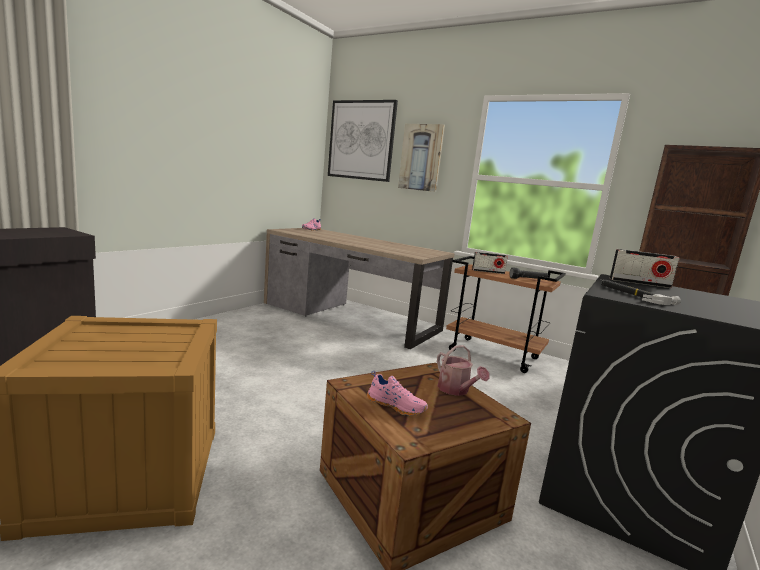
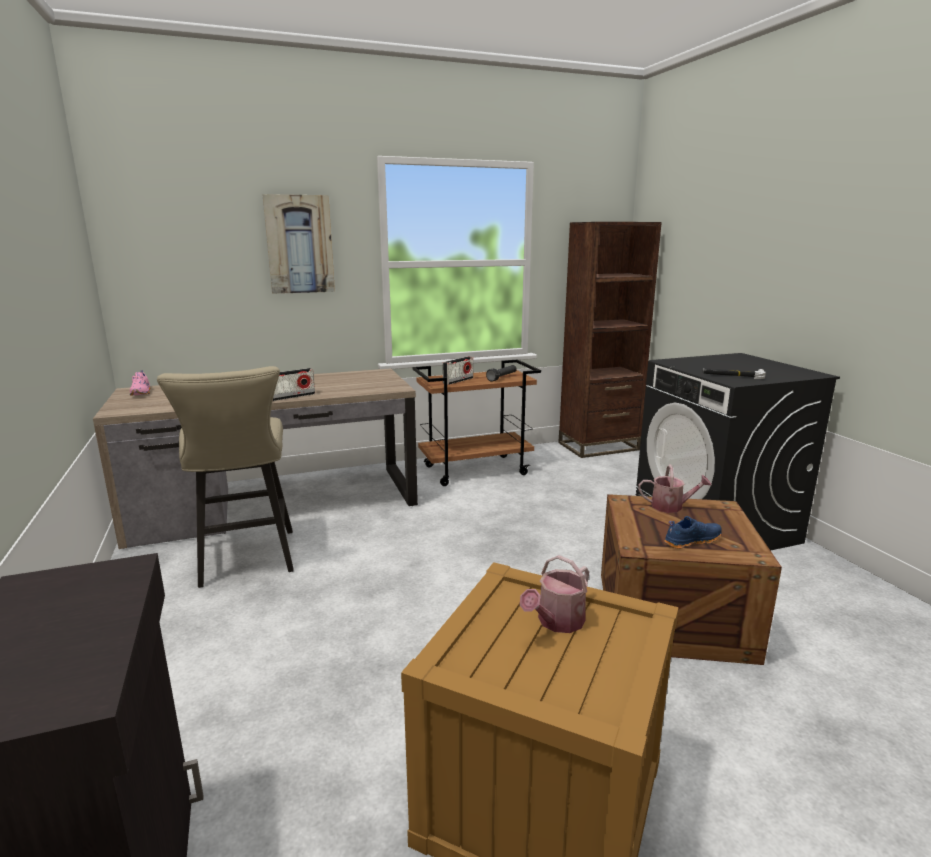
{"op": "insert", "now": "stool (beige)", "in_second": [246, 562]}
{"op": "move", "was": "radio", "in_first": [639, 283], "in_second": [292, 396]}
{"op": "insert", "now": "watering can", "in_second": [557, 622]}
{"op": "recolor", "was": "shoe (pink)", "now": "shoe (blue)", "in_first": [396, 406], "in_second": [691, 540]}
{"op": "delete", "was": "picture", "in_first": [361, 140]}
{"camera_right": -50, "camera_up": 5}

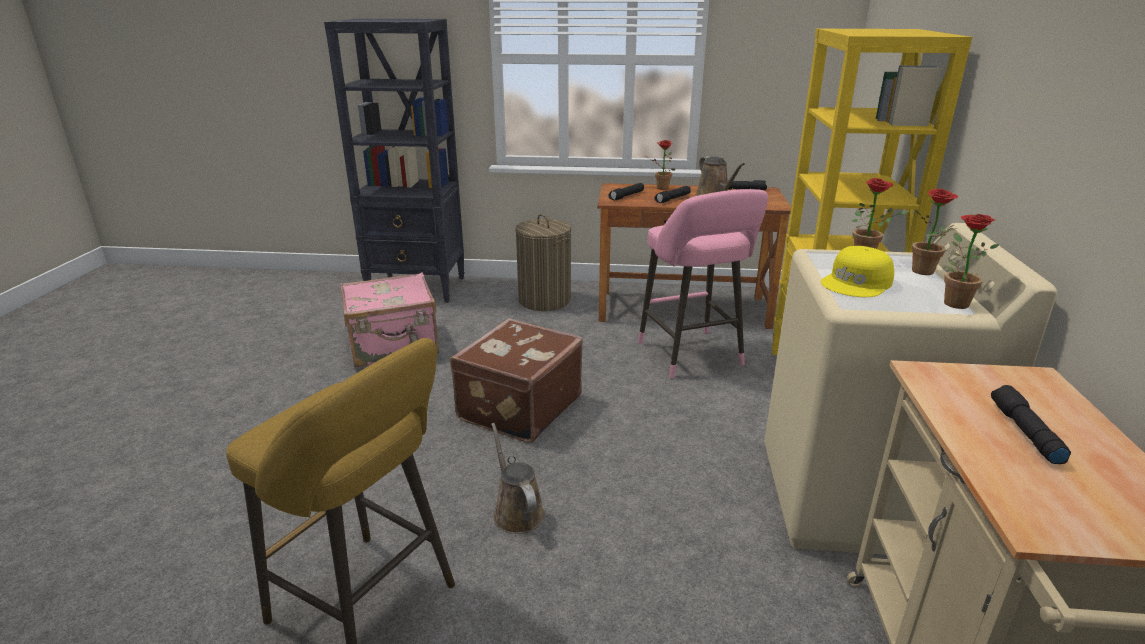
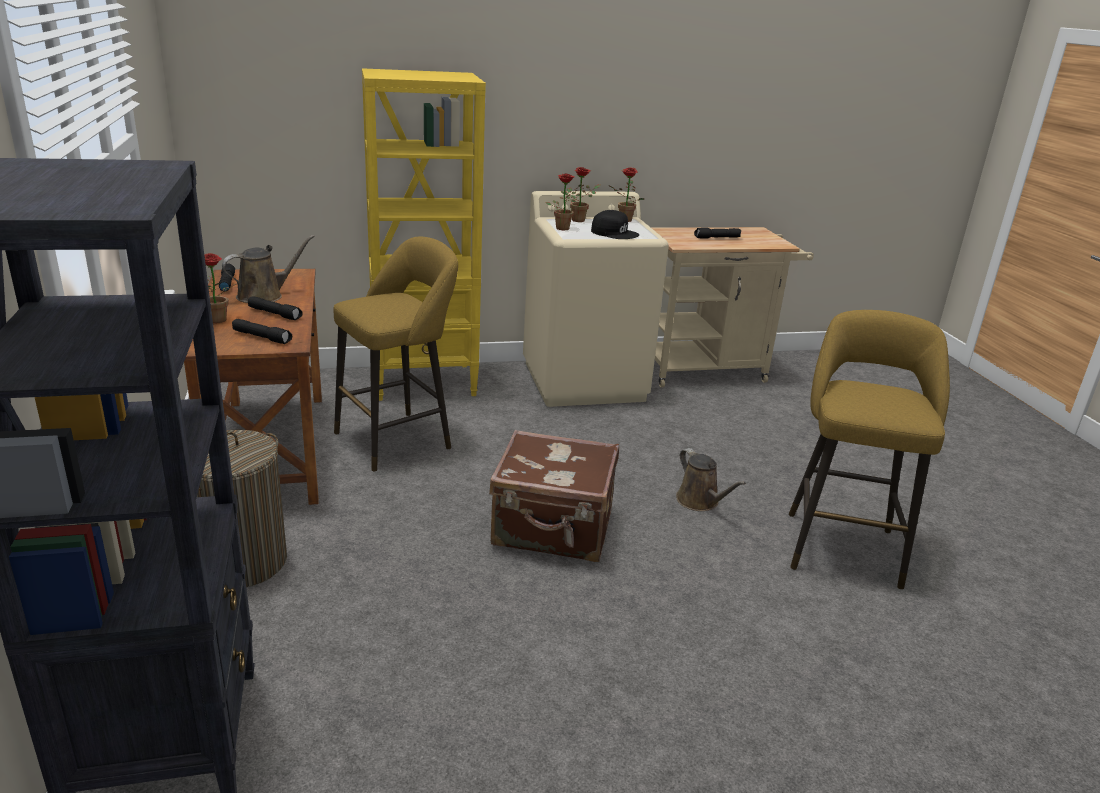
{"op": "recolor", "was": "stool (pink)", "now": "stool (yellow)", "in_first": [692, 356], "in_second": [399, 439]}
{"op": "recolor", "was": "cap (yellow)", "now": "cap (black)", "in_first": [857, 283], "in_second": [614, 233]}
{"op": "rotate", "was": "watering can (brown)", "in_first": [516, 512], "in_second": [700, 502], "clockwise": -75}
{"op": "delete", "was": "suitcase (pink)", "in_first": [394, 346]}
{"camera_right": -110, "camera_up": 0}

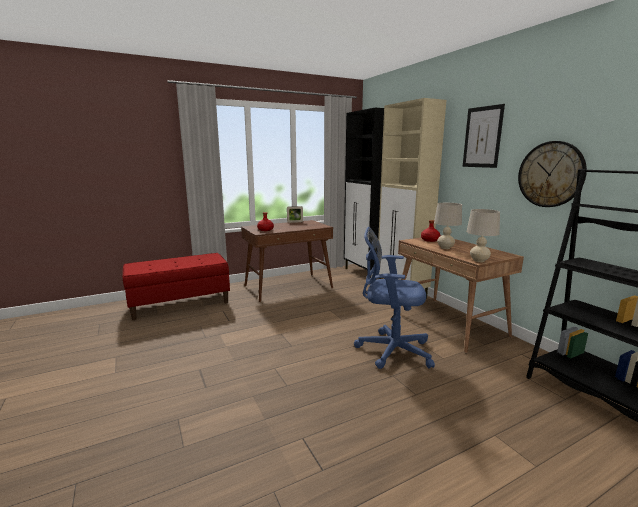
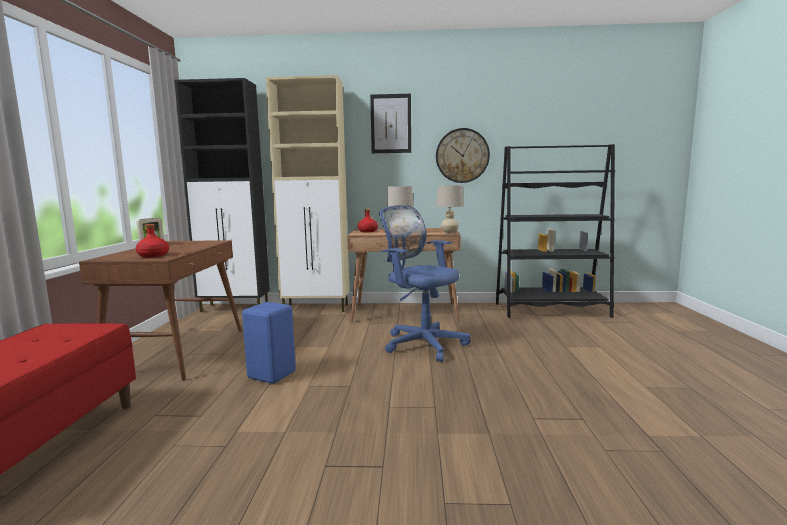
{"op": "insert", "now": "stool (blue)", "in_second": [272, 375]}
{"op": "rotate", "was": "office chair (blue)", "in_first": [390, 350], "in_second": [422, 343], "clockwise": 90}
{"camera_right": -60, "camera_up": -5}

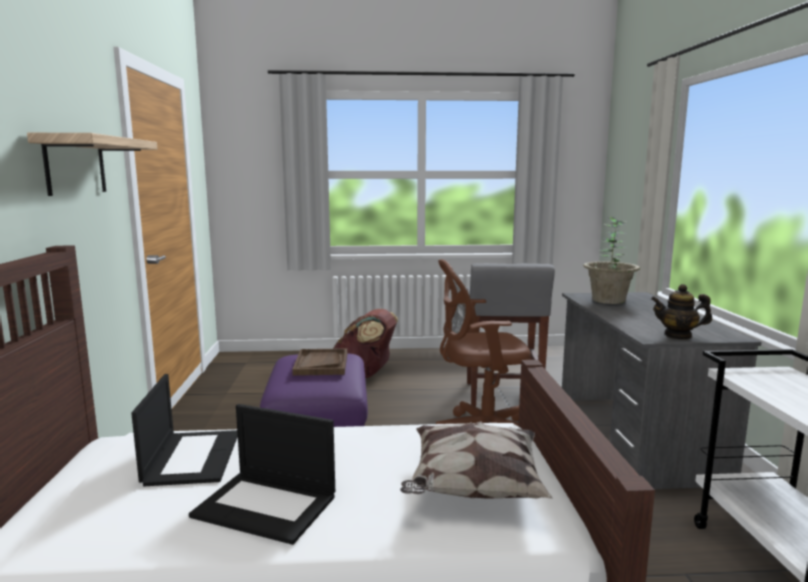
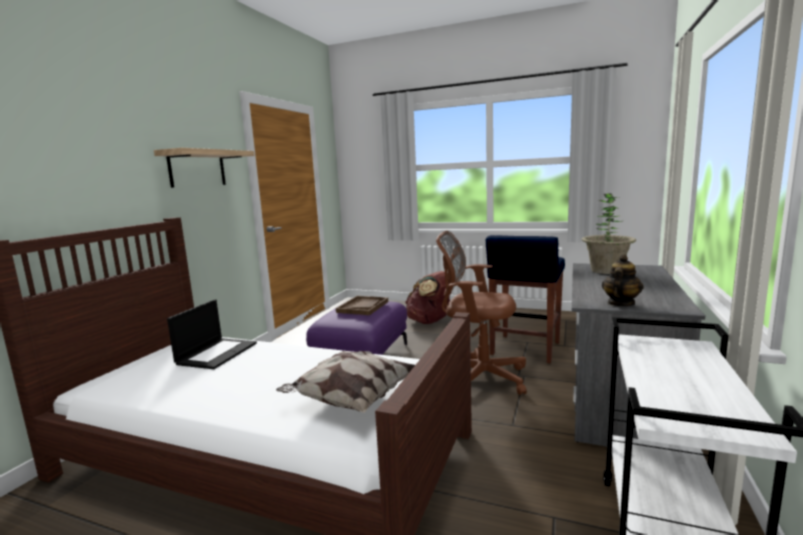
{"op": "recolor", "was": "stool (grey)", "now": "stool (blue)", "in_first": [502, 396], "in_second": [524, 349]}
{"op": "rotate", "was": "teapot", "in_first": [678, 336], "in_second": [620, 303], "clockwise": 90}
{"op": "delete", "was": "laptop", "in_first": [267, 506]}
{"camera_right": 25, "camera_up": 0}

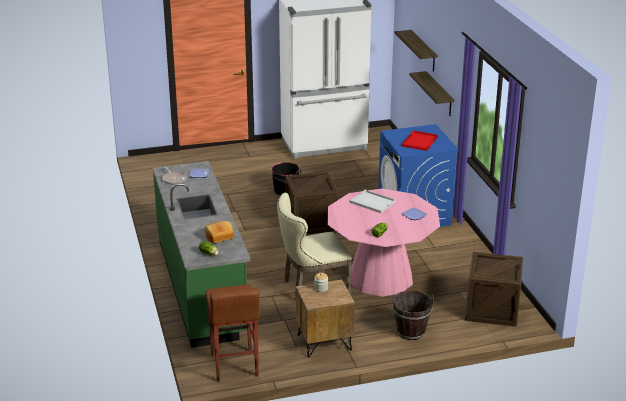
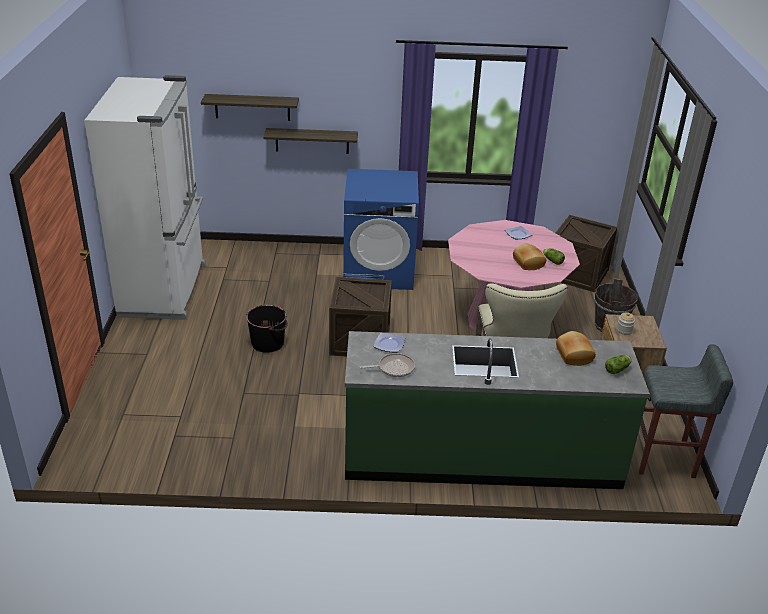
{"op": "insert", "now": "bread", "in_second": [527, 263]}
{"op": "recolor", "was": "stool (brown)", "now": "stool (grey)", "in_first": [233, 366], "in_second": [663, 459]}
{"op": "delete", "was": "tray (white)", "in_first": [373, 202]}
{"op": "delete", "was": "tray (red)", "in_first": [420, 142]}
{"camera_right": -75, "camera_up": 5}

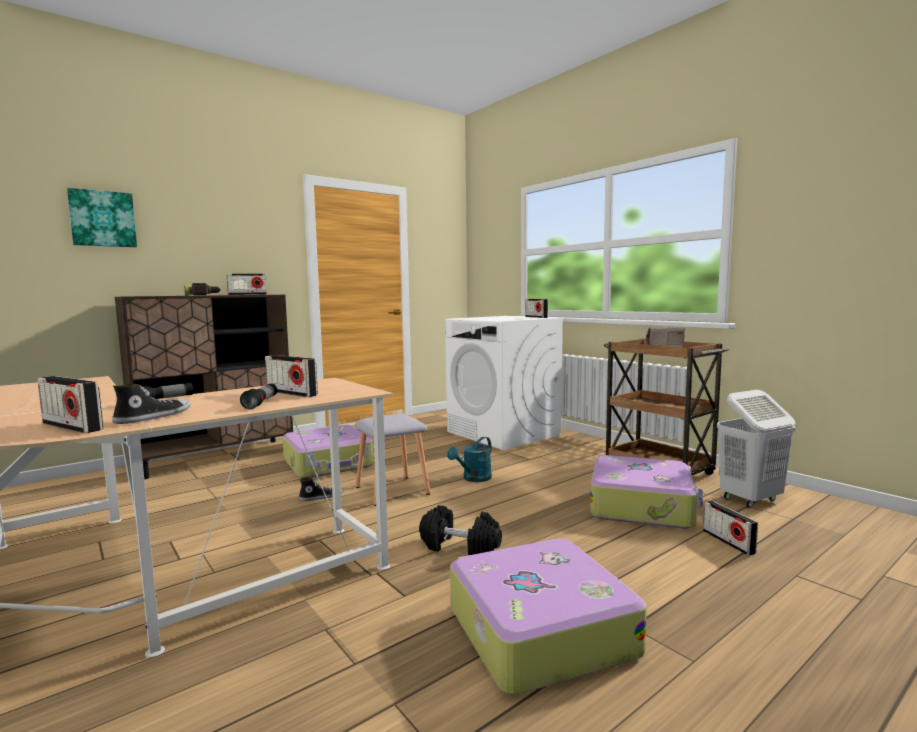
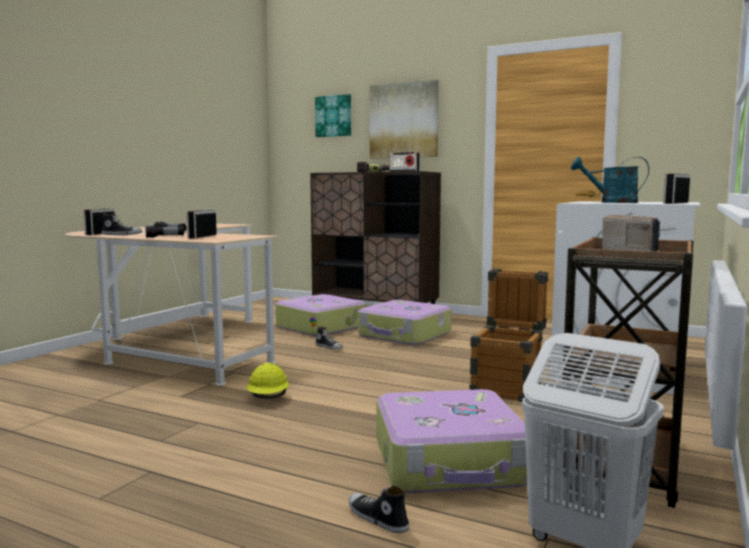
{"op": "replace", "was": "dumbbell (black)", "now": "hard hat (yellow)", "in_first": [460, 547], "in_second": [268, 398]}
{"op": "move", "was": "suitcase", "in_first": [538, 630], "in_second": [321, 326]}
{"op": "replace", "was": "radio", "now": "shoe", "in_first": [728, 542], "in_second": [377, 518]}
{"op": "insert", "now": "picture", "in_second": [404, 120]}
{"op": "insert", "now": "crate", "in_second": [508, 387]}
{"op": "move", "was": "watering can (turquoise)", "in_first": [474, 479], "in_second": [611, 202]}
{"op": "delete", "was": "stool (grey)", "in_first": [393, 490]}
{"camera_right": 65, "camera_up": 0}

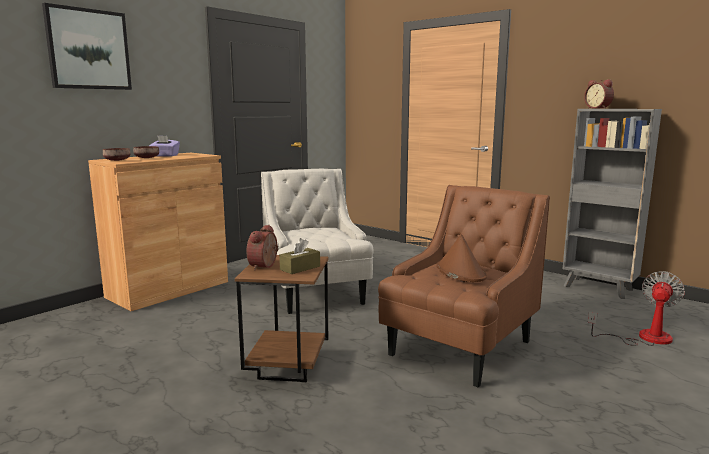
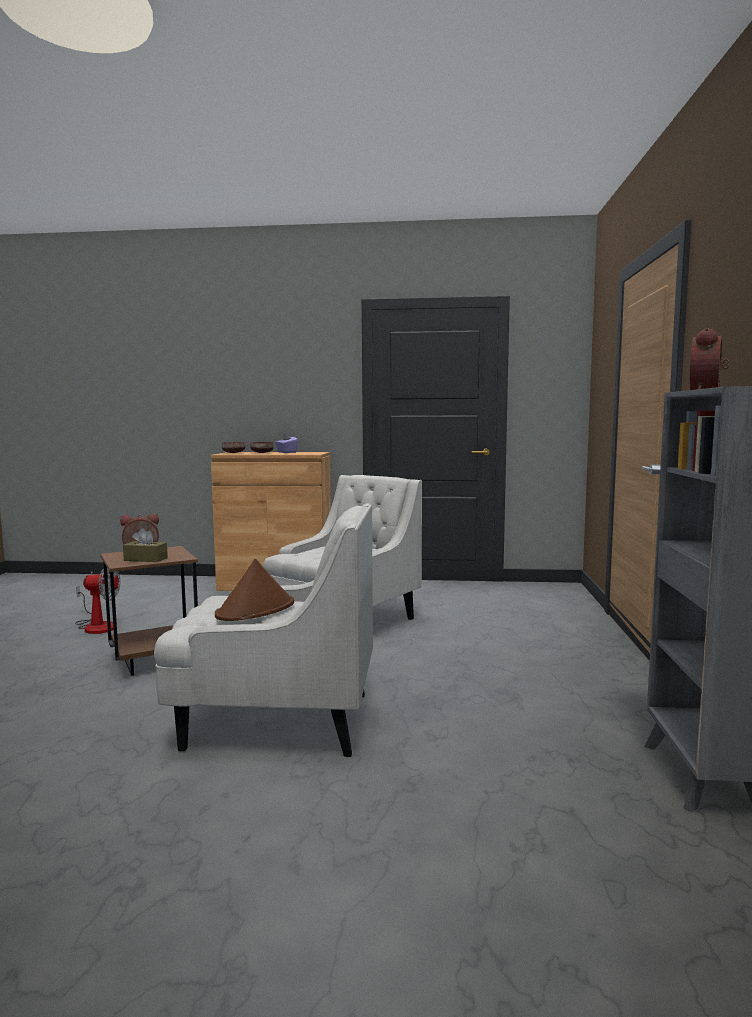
{"op": "move", "was": "fan", "in_first": [644, 338], "in_second": [97, 626]}
{"op": "recolor", "was": "armchair (brown)", "now": "armchair (white)", "in_first": [459, 349], "in_second": [276, 720]}
{"op": "delete", "was": "picture", "in_first": [88, 49]}
{"camera_right": 55, "camera_up": -5}

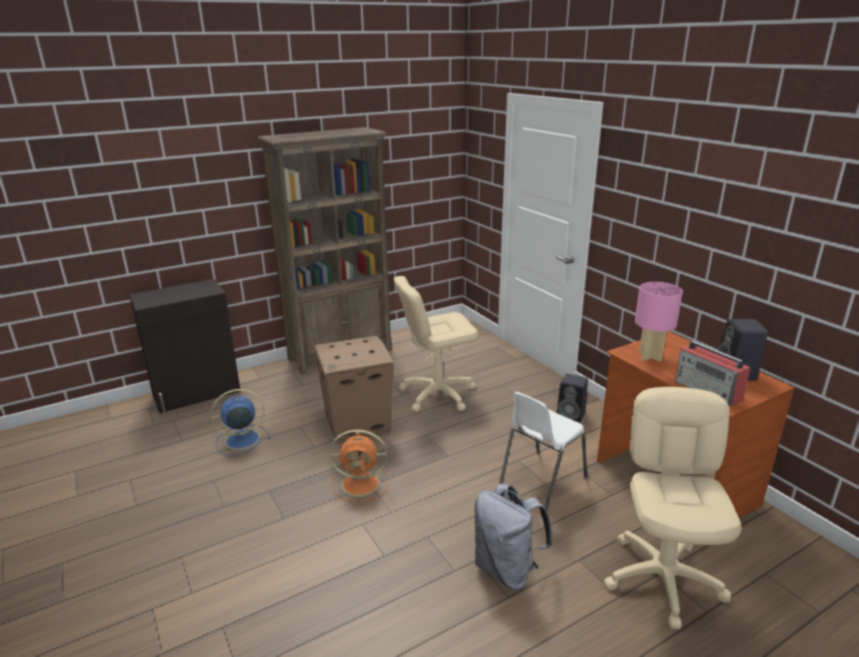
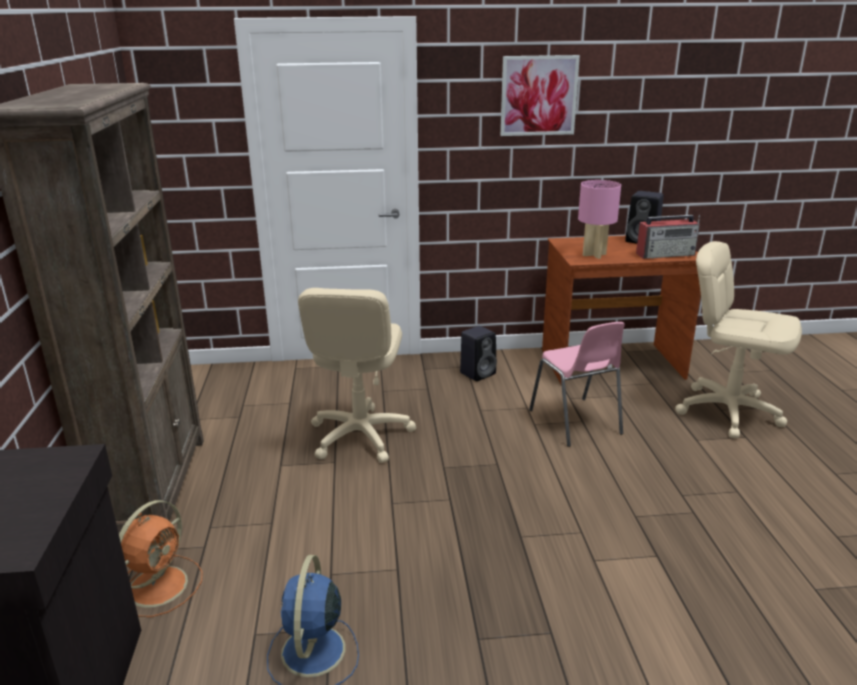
{"op": "move", "was": "fan (orange)", "in_first": [362, 484], "in_second": [160, 584]}
{"op": "insert", "now": "picture", "in_second": [538, 95]}
{"op": "recolor", "was": "chair (white)", "now": "chair (pink)", "in_first": [541, 480], "in_second": [575, 422]}
{"op": "delete", "was": "cardboard box", "in_first": [358, 423]}
{"op": "delete", "was": "backpack (grey)", "in_first": [507, 570]}
{"camera_right": -65, "camera_up": 0}

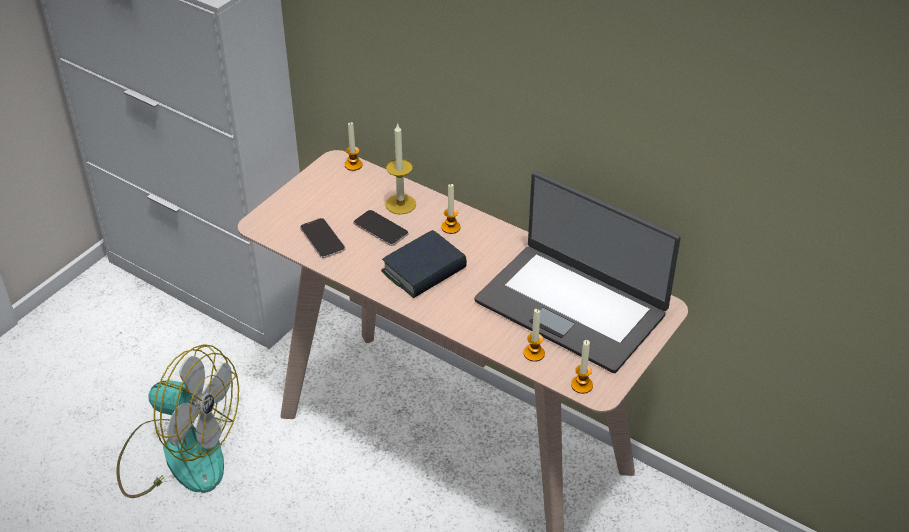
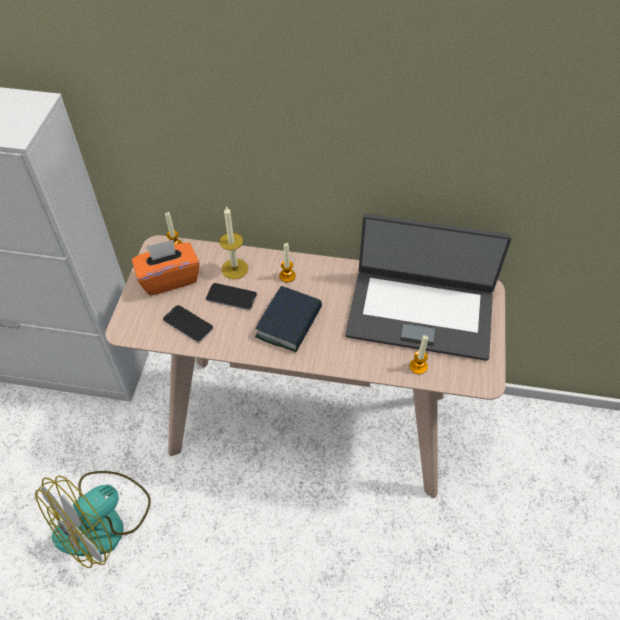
{"op": "rotate", "was": "fan", "in_first": [179, 454], "in_second": [103, 521], "clockwise": 135}
{"op": "insert", "now": "tissue box (orange)", "in_second": [169, 278]}
{"op": "delete", "was": "candle", "in_first": [581, 385]}
{"camera_right": -25, "camera_up": 10}

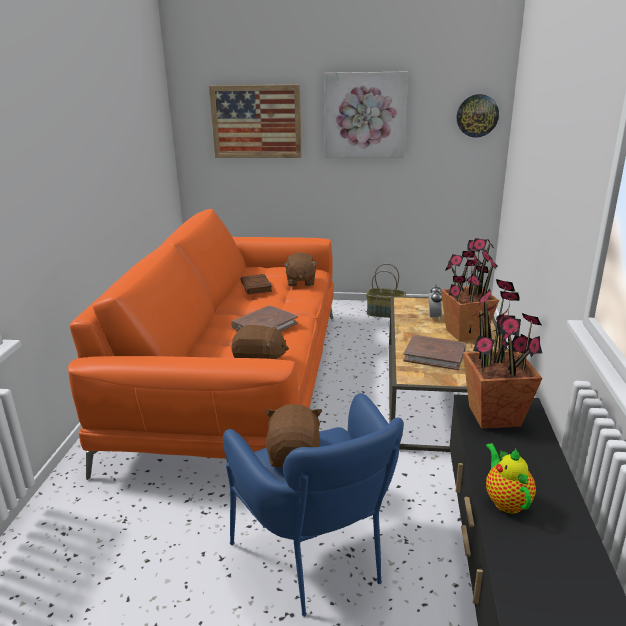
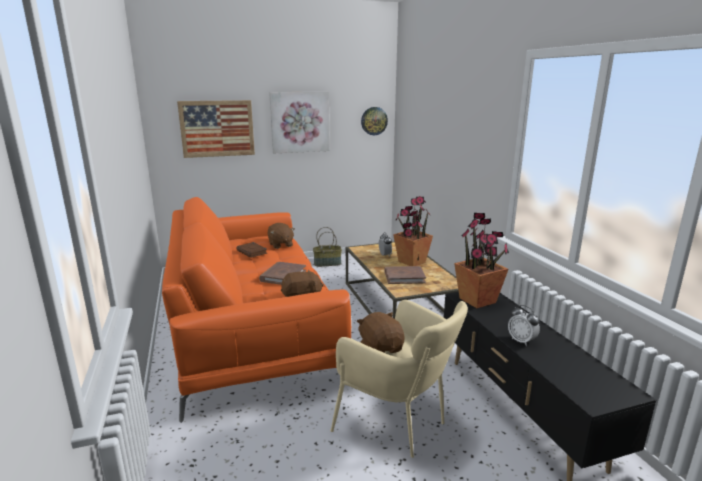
{"op": "recolor", "was": "armchair (blue)", "now": "armchair (beige)", "in_first": [320, 561], "in_second": [398, 423]}
{"op": "replace", "was": "teapot", "now": "alarm clock", "in_first": [506, 500], "in_second": [521, 341]}
{"camera_right": -25, "camera_up": -5}

